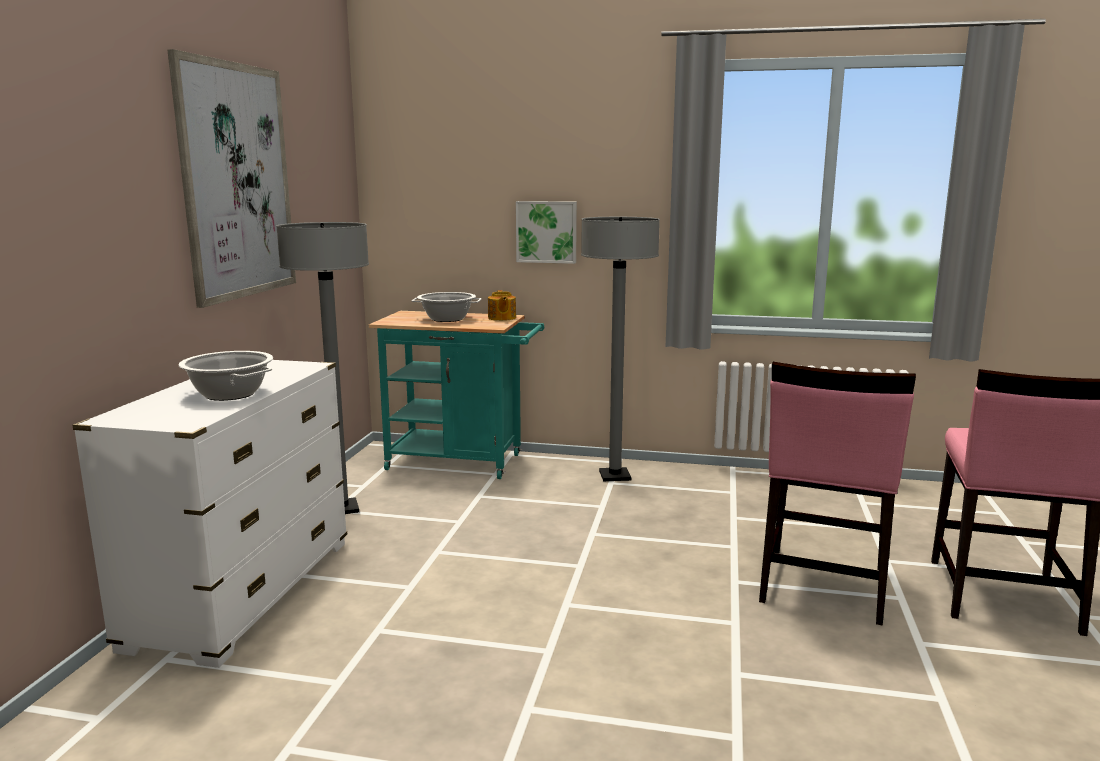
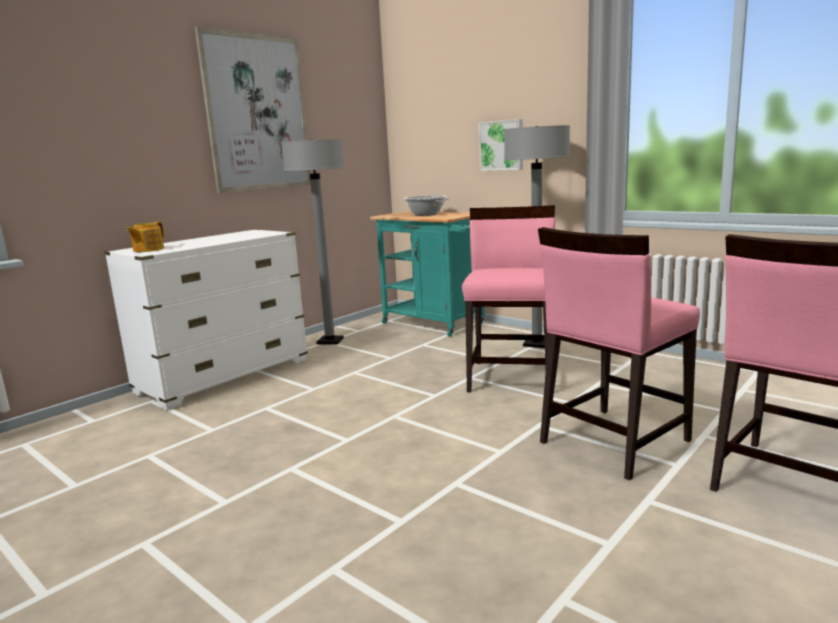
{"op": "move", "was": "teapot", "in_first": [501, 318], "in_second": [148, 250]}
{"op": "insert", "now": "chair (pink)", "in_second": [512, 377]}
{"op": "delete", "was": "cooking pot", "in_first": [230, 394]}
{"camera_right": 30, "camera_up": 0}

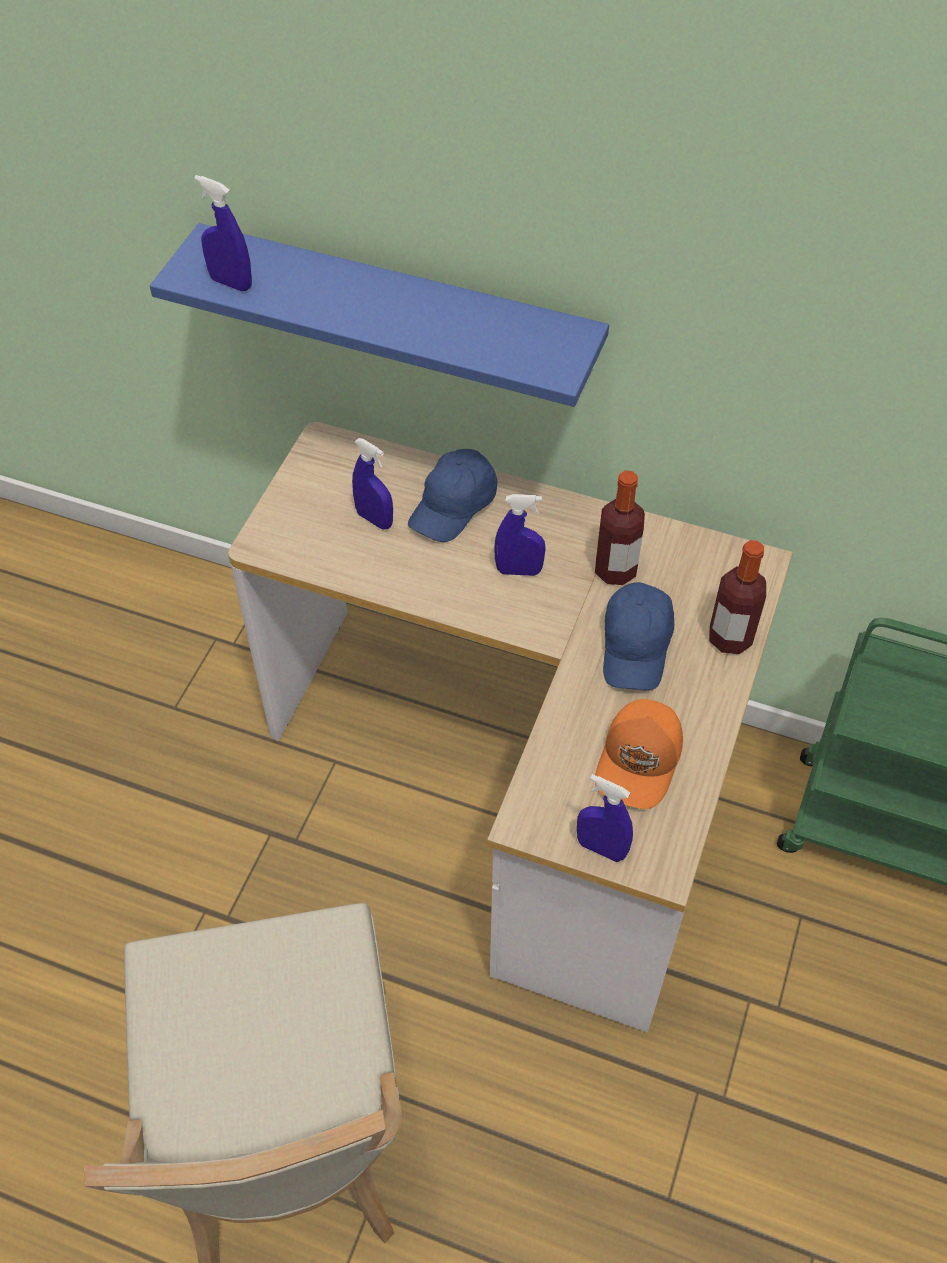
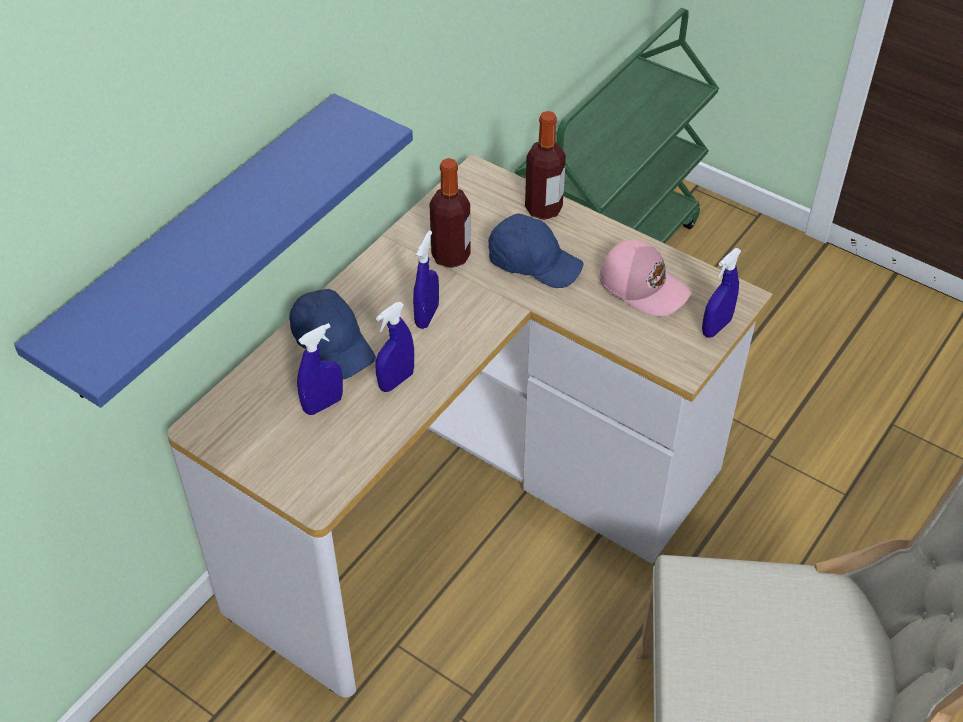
{"op": "move", "was": "spray bottle (blue)", "in_first": [231, 283], "in_second": [396, 381]}
{"op": "recolor", "was": "cap (orange)", "now": "cap (pink)", "in_first": [640, 761], "in_second": [643, 286]}
{"camera_right": -75, "camera_up": -5}

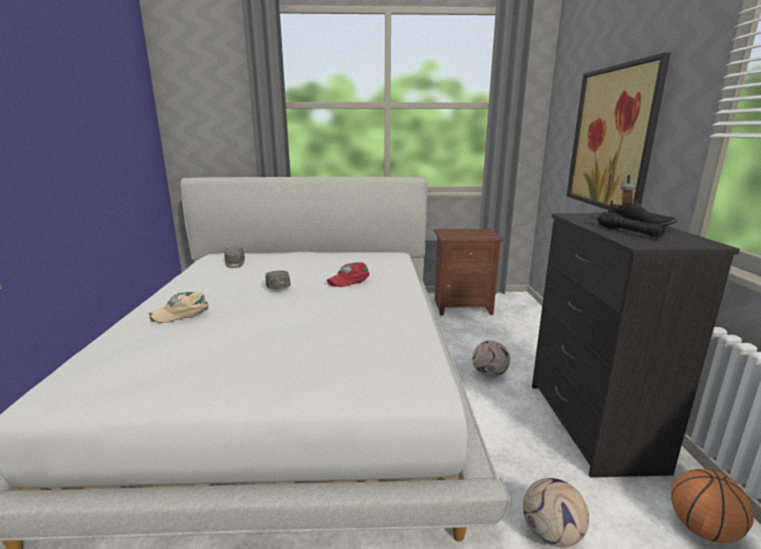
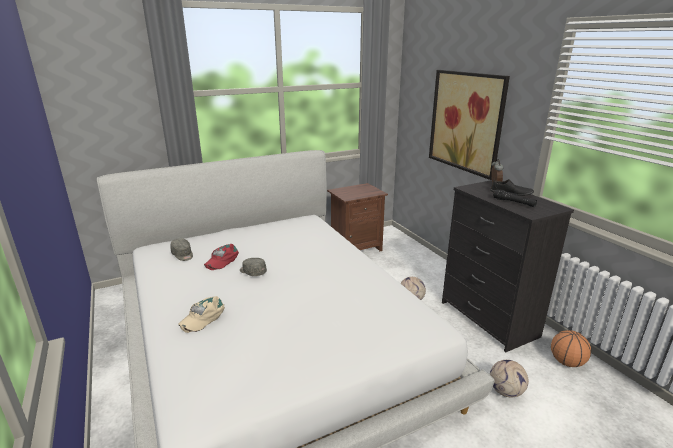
{"op": "move", "was": "cap (red)", "in_first": [349, 280], "in_second": [222, 260]}
{"camera_right": -25, "camera_up": 5}

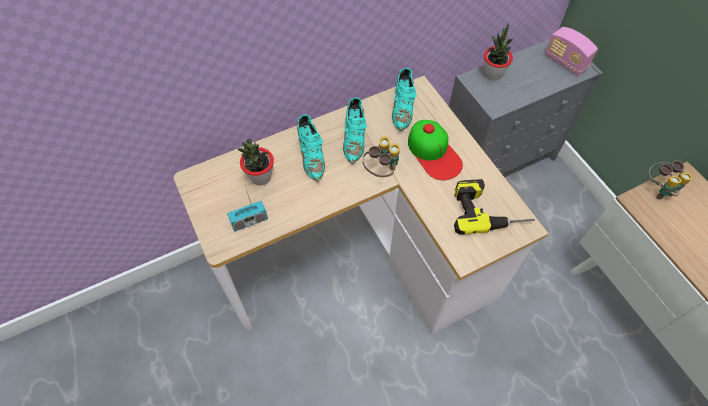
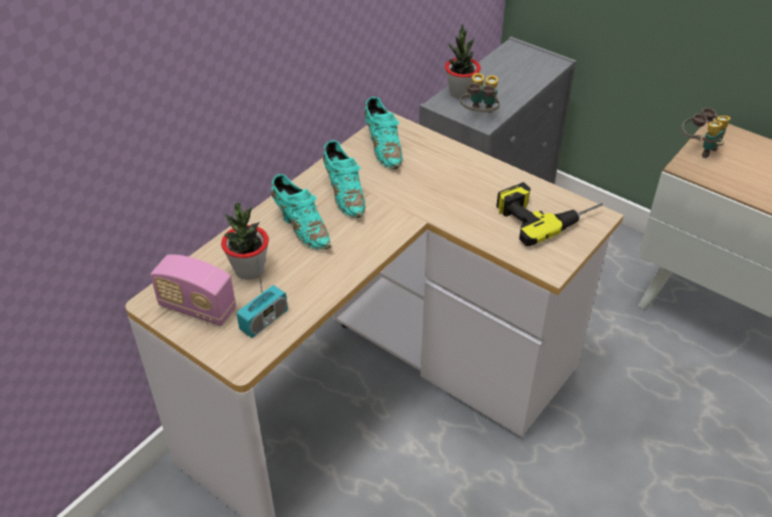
{"op": "move", "was": "radio", "in_first": [565, 62], "in_second": [197, 308]}
{"op": "move", "was": "binoculars", "in_first": [381, 171], "in_second": [479, 116]}
{"op": "delete", "was": "cap", "in_first": [434, 153]}
{"camera_right": -25, "camera_up": -15}

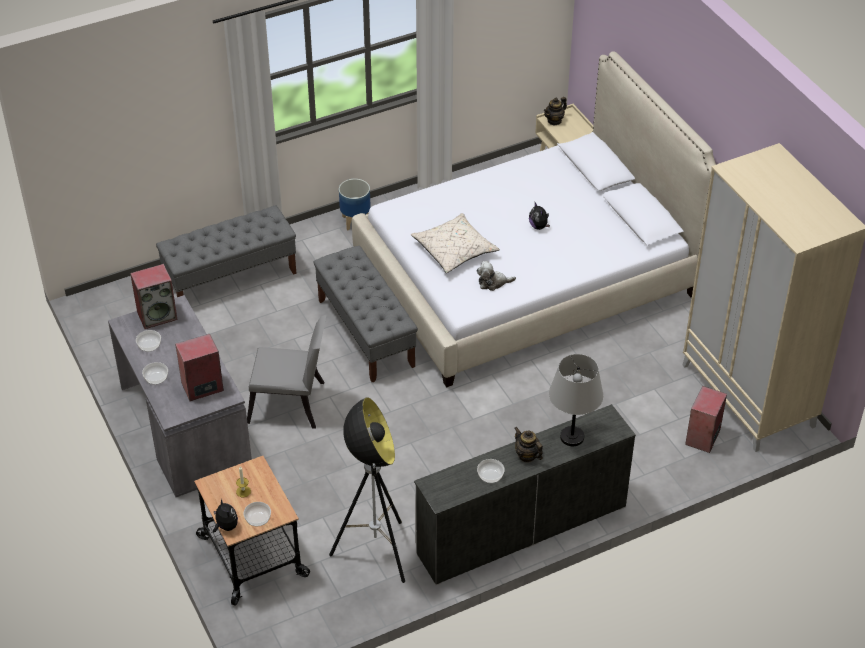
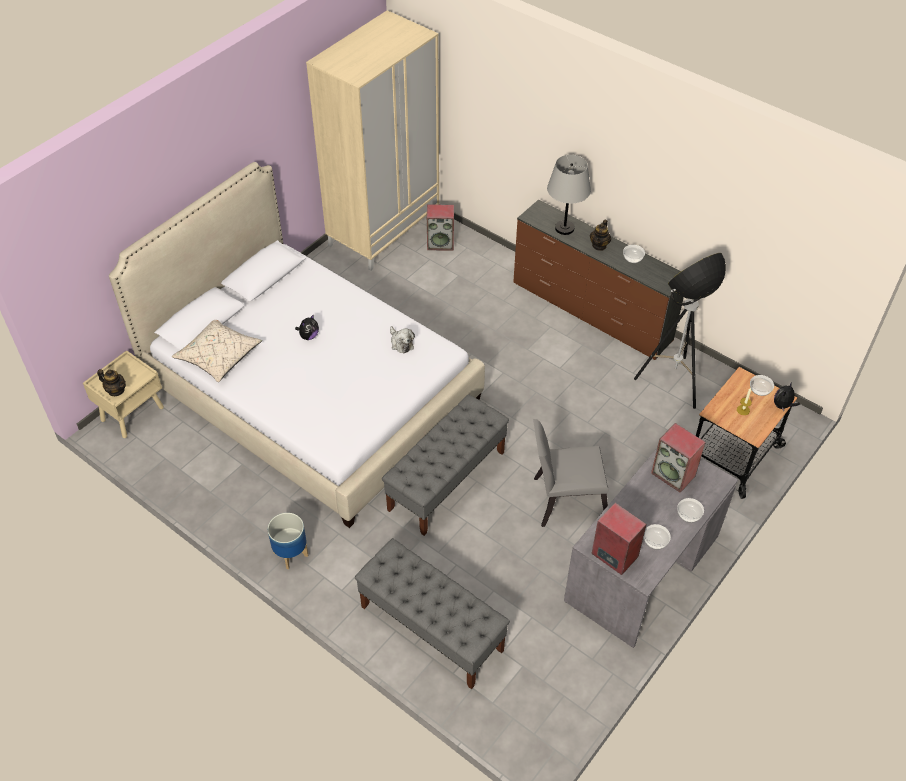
{"op": "move", "was": "pillow (beige)", "in_first": [454, 250], "in_second": [218, 356]}
{"op": "recolor", "was": "dresser (white)", "now": "dresser (brown)", "in_first": [521, 529], "in_second": [591, 311]}
{"op": "rotate", "was": "chair (grey)", "in_first": [291, 404], "in_second": [565, 499], "clockwise": -75}
{"camera_right": -115, "camera_up": 5}

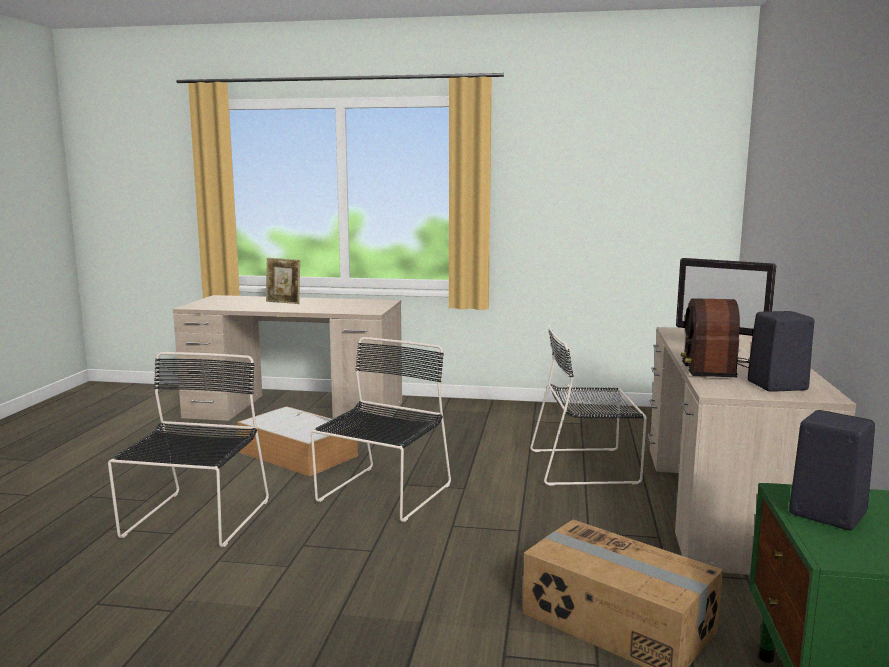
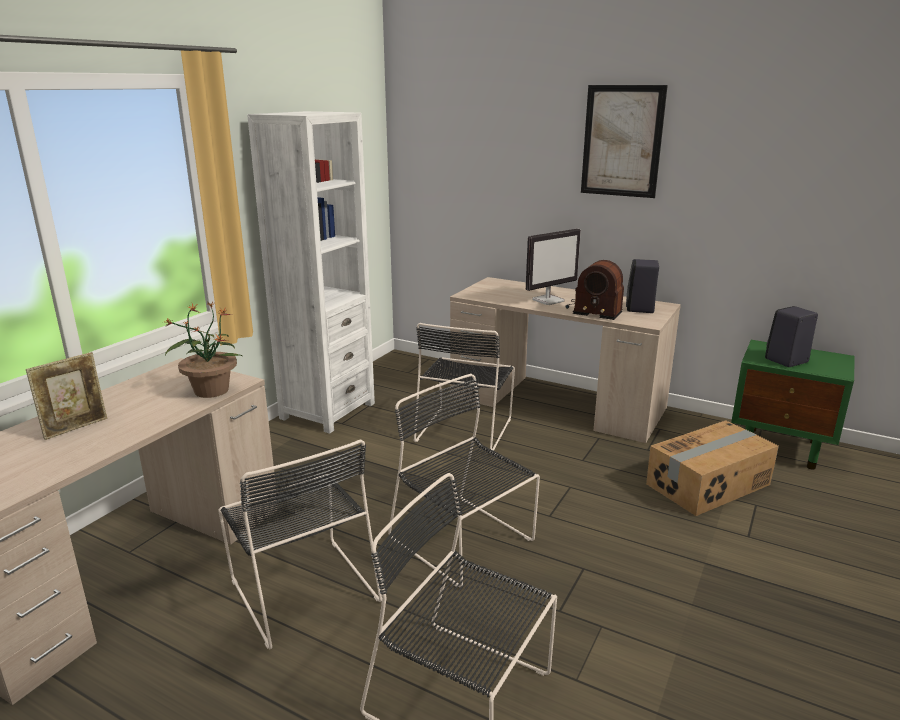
{"op": "insert", "now": "potted plant", "in_second": [211, 390]}
{"op": "replace", "was": "storage box", "now": "chair (black)", "in_first": [296, 453], "in_second": [302, 587]}
{"op": "insert", "now": "bookcase (white)", "in_second": [327, 411]}
{"op": "insert", "now": "picture", "in_second": [622, 141]}
{"camera_right": -70, "camera_up": 10}

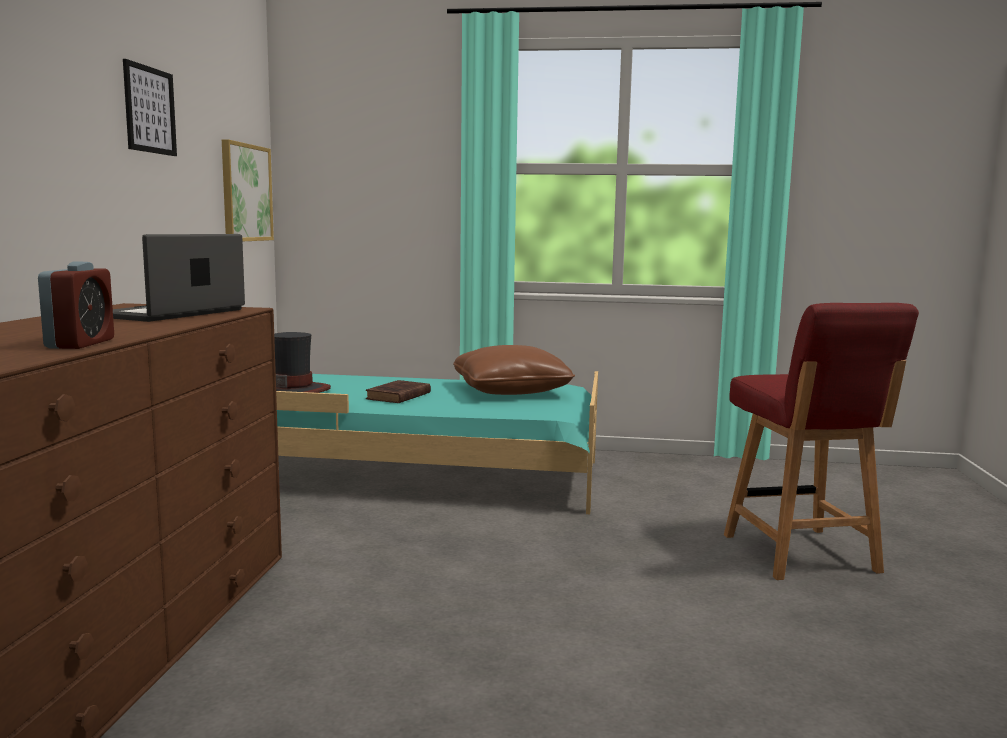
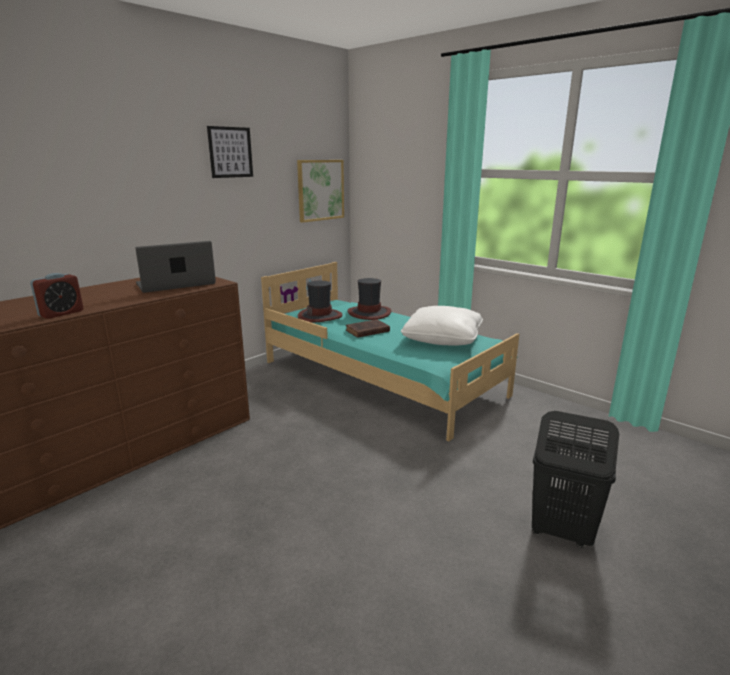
{"op": "insert", "now": "hat", "in_second": [369, 313]}
{"op": "recolor", "was": "pillow (brown)", "now": "pillow (white)", "in_first": [511, 391], "in_second": [442, 339]}
{"op": "replace", "was": "chair (red)", "now": "laundry basket (black)", "in_first": [801, 555], "in_second": [560, 531]}
{"camera_right": 35, "camera_up": 10}

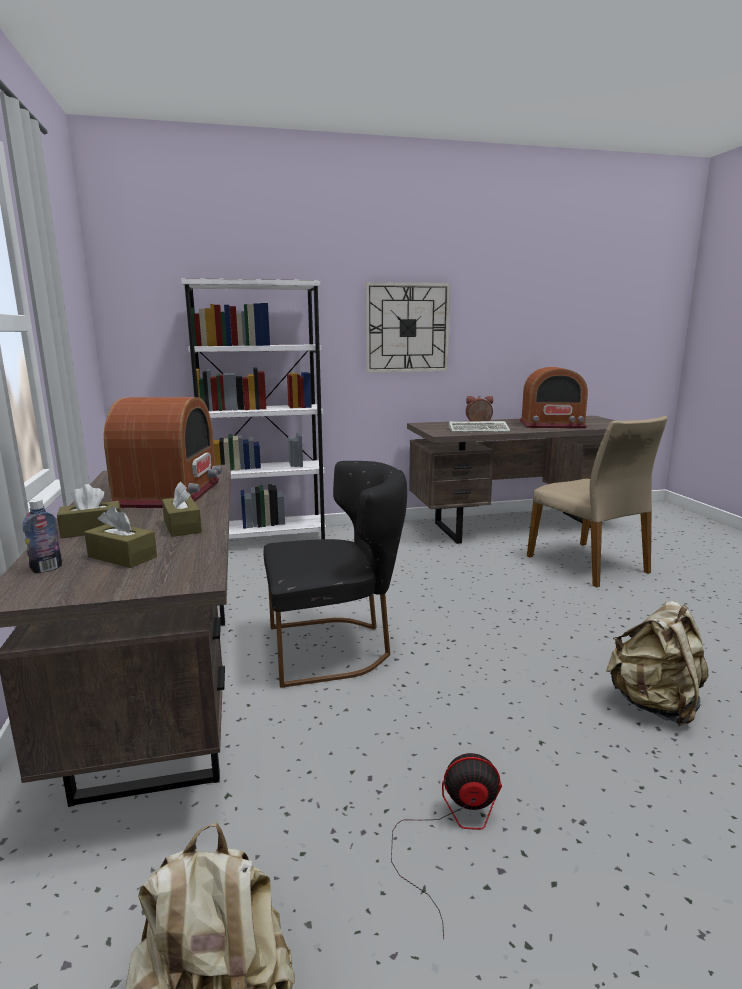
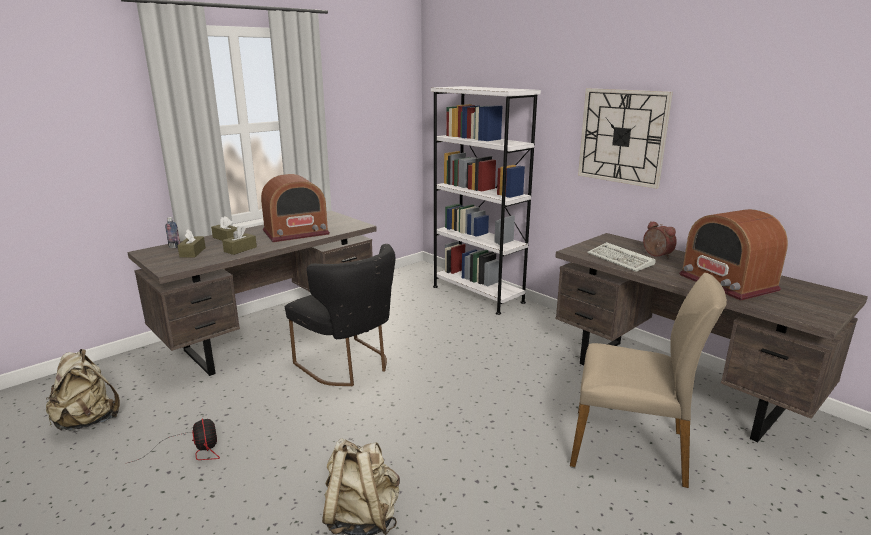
{"op": "rotate", "was": "chair (beige)", "in_first": [589, 564], "in_second": [629, 447], "clockwise": -105}
{"camera_right": 60, "camera_up": 5}

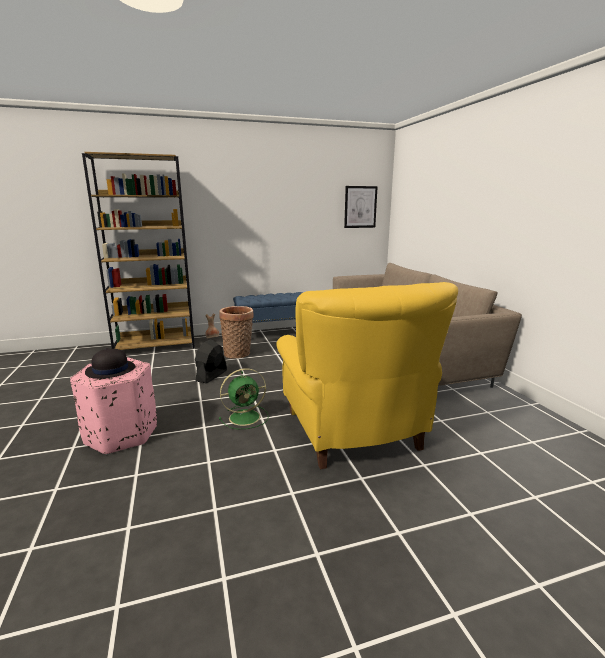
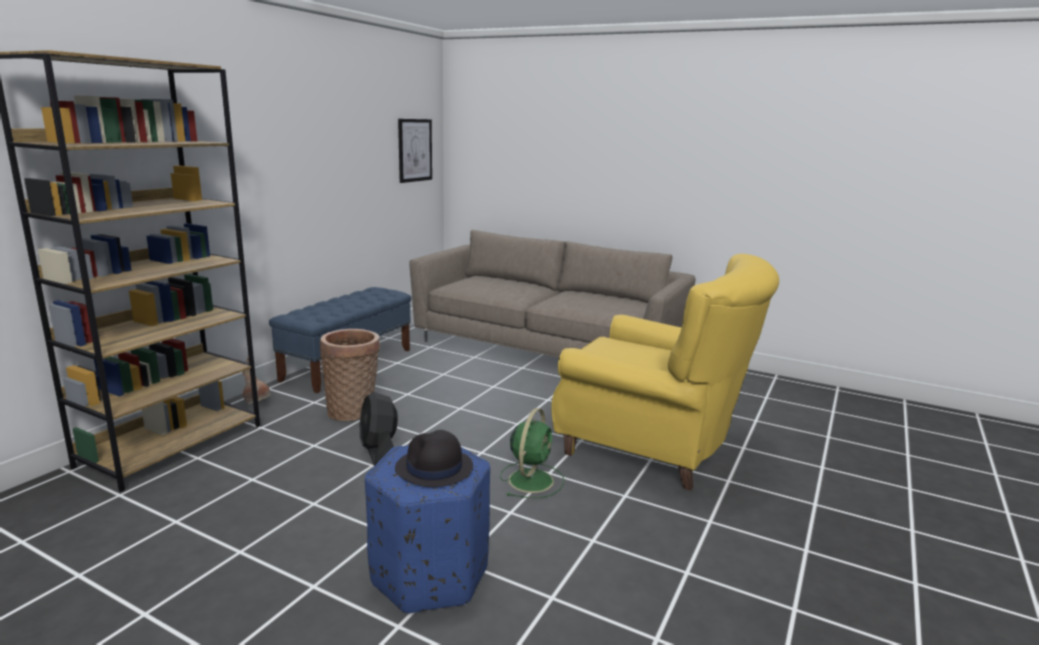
{"op": "recolor", "was": "ottoman (pink)", "now": "ottoman (blue)", "in_first": [122, 435], "in_second": [431, 575]}
{"camera_right": -45, "camera_up": 0}

